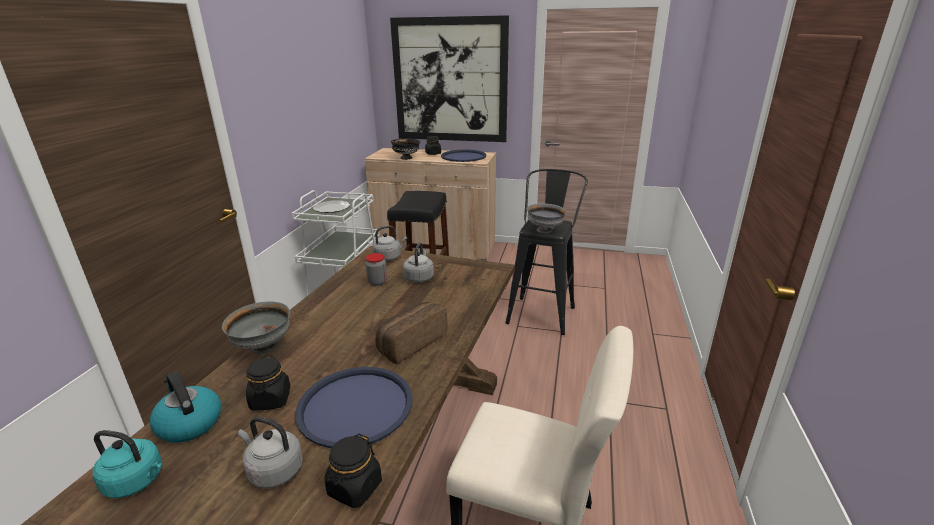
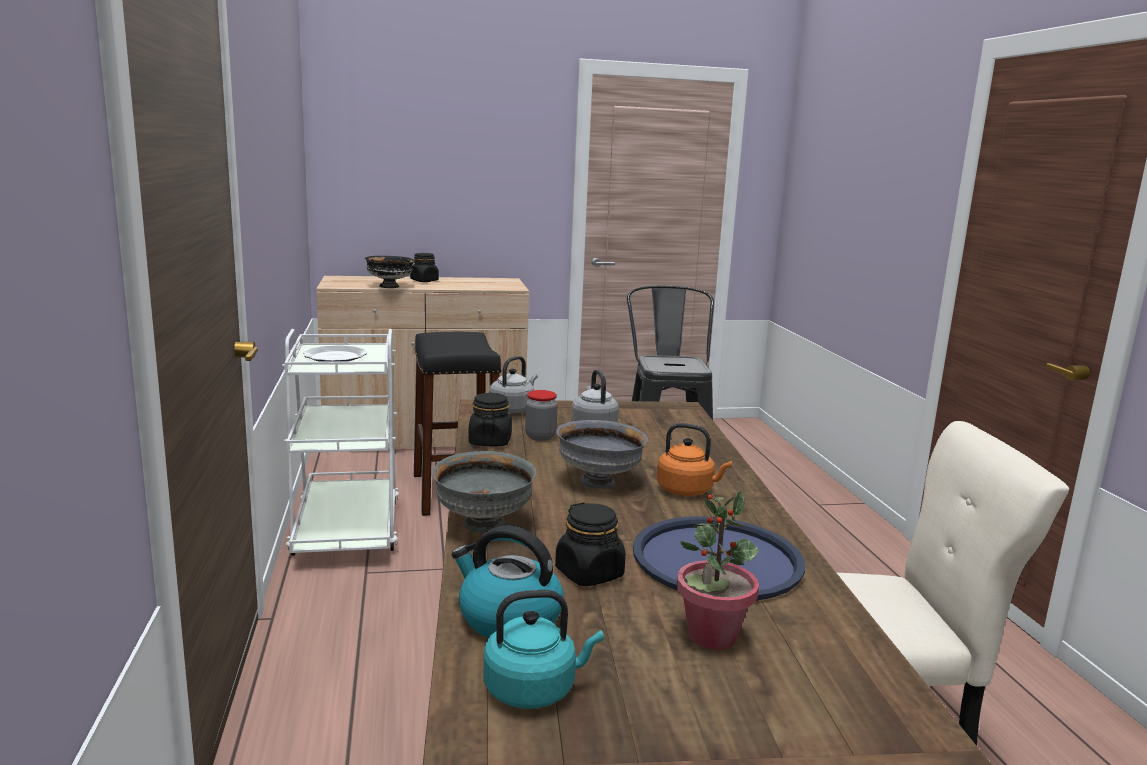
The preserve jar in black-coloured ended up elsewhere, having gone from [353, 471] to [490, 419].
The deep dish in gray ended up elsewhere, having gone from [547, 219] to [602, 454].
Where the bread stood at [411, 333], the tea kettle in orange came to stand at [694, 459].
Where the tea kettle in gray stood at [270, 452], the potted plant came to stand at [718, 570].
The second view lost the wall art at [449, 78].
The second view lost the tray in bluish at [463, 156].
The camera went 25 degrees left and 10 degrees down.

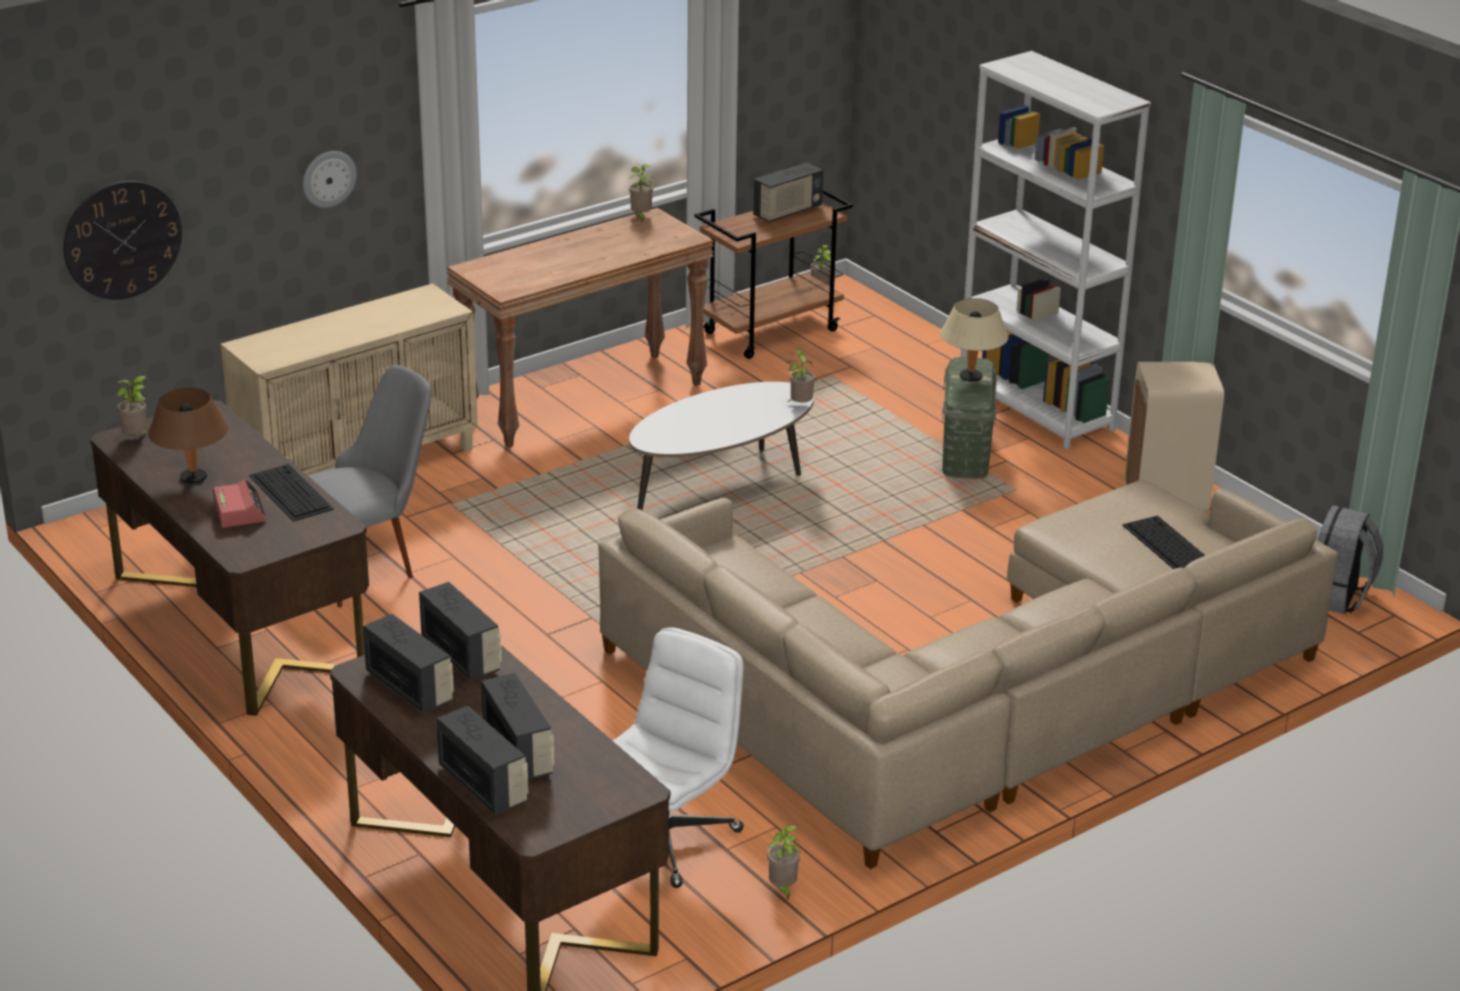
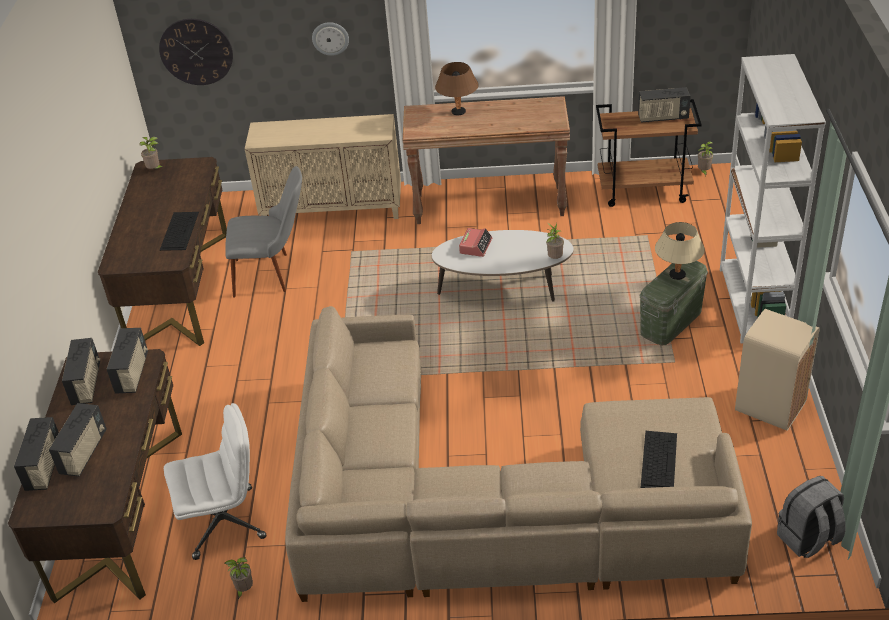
The lamp for a table in brown-coloured ended up elsewhere, having gone from [188, 435] to [457, 88].
The table clock ended up elsewhere, having gone from [240, 503] to [475, 242].
The second view lost the potted plant at [641, 192].
The camera went 40 degrees right and 10 degrees up.

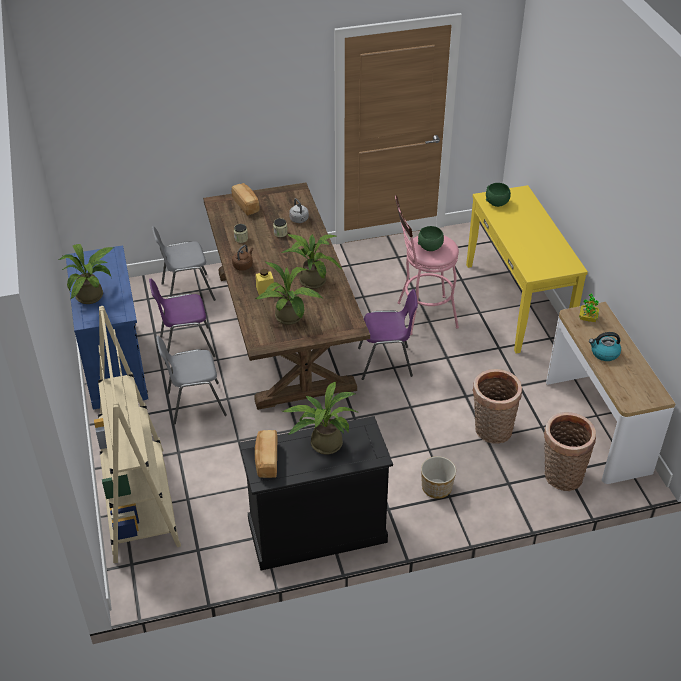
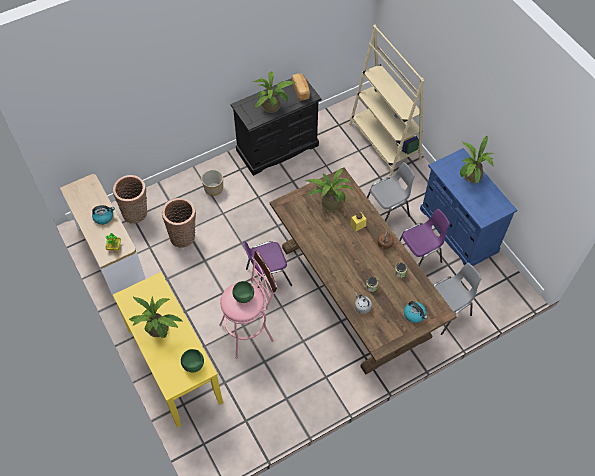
The potted plant ended up elsewhere, having gone from [312, 261] to [156, 317].
Where the bread stood at [246, 199], the tea kettle came to stand at [415, 312].
The camera went 165 degrees right and 15 degrees up.

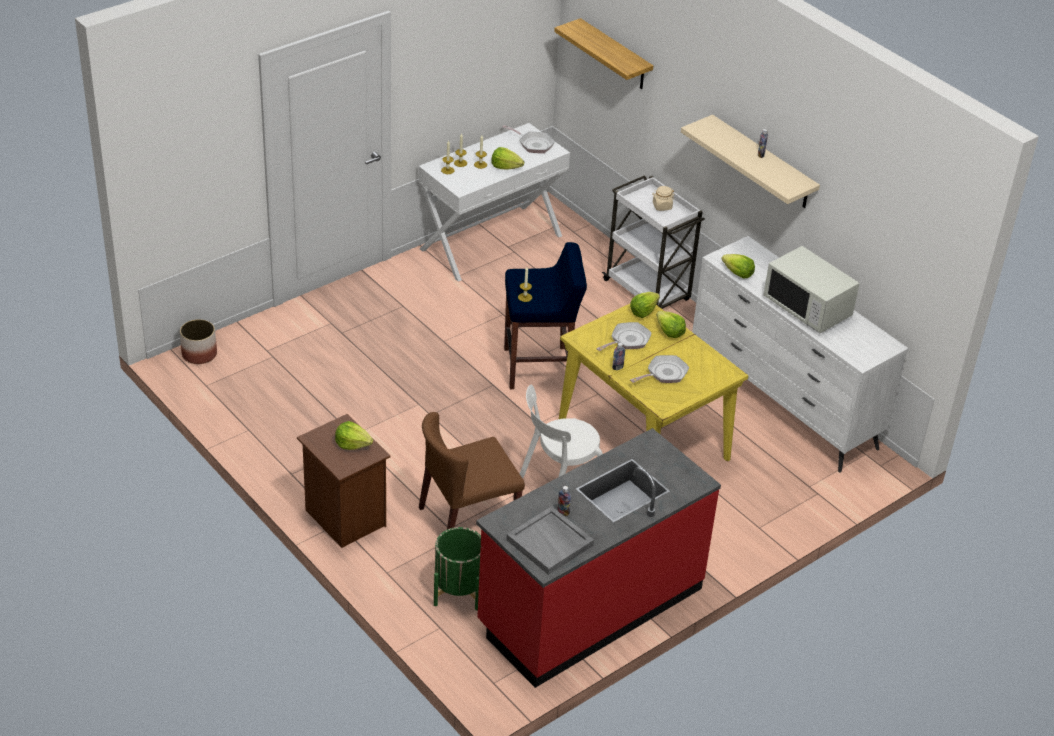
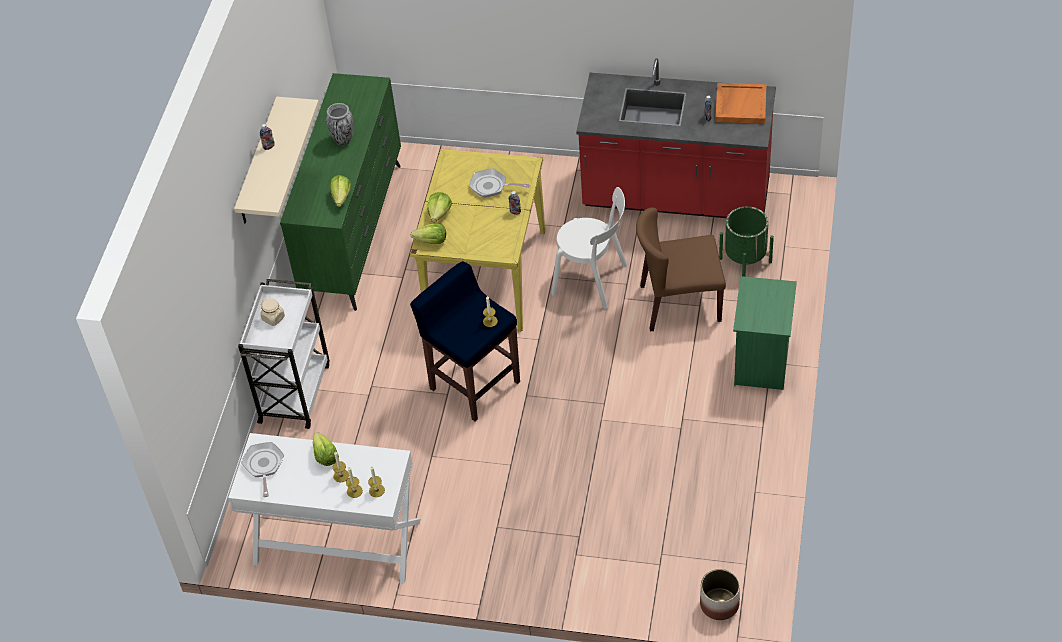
What was the dresser in white at [800, 354] turned into the dresser in green-coloured at [340, 192].
Where the microwave oven in white stood at [811, 289], the flower vase came to stand at [339, 124].
The chair in brown-coloured at [472, 470] ended up facing another way, 150 degrees clockwise from before.
What was the tray in gray at [550, 540] turned into the tray in orange at [740, 103].
What was the night table in brown-coloured at [344, 481] turned into the night table in green-coloured at [765, 333].
The second view lost the lettuce at [354, 435].
The second view lost the bracket shelf at [603, 53].
The second view lost the frying pan at [624, 336].
The camera went 125 degrees left and 10 degrees up.

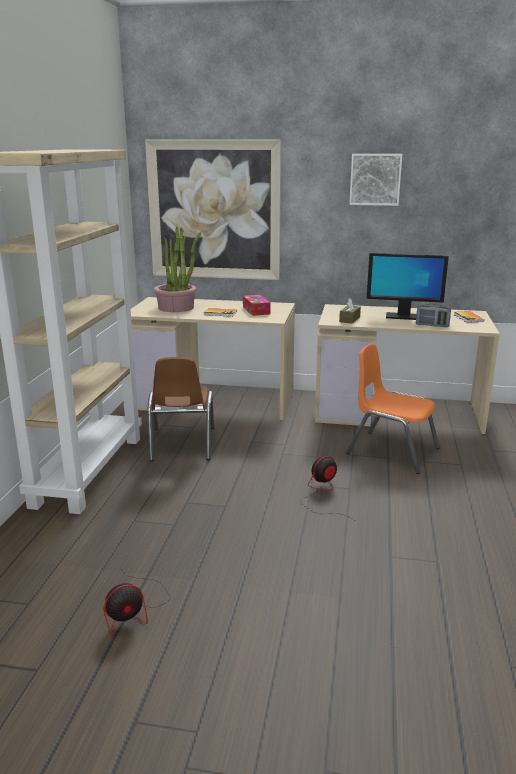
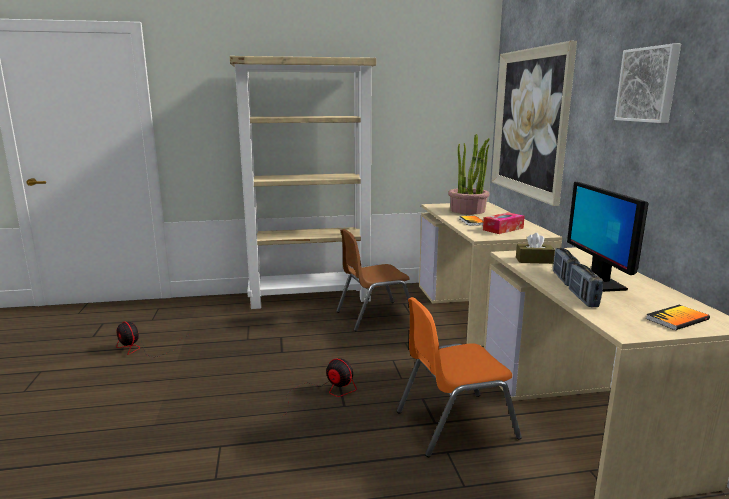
The chair in orange at [393, 409] ended up facing another way, 120 degrees counterclockwise from before.
The second view gained the radio set at [566, 267].
The camera went 70 degrees right and 5 degrees down.

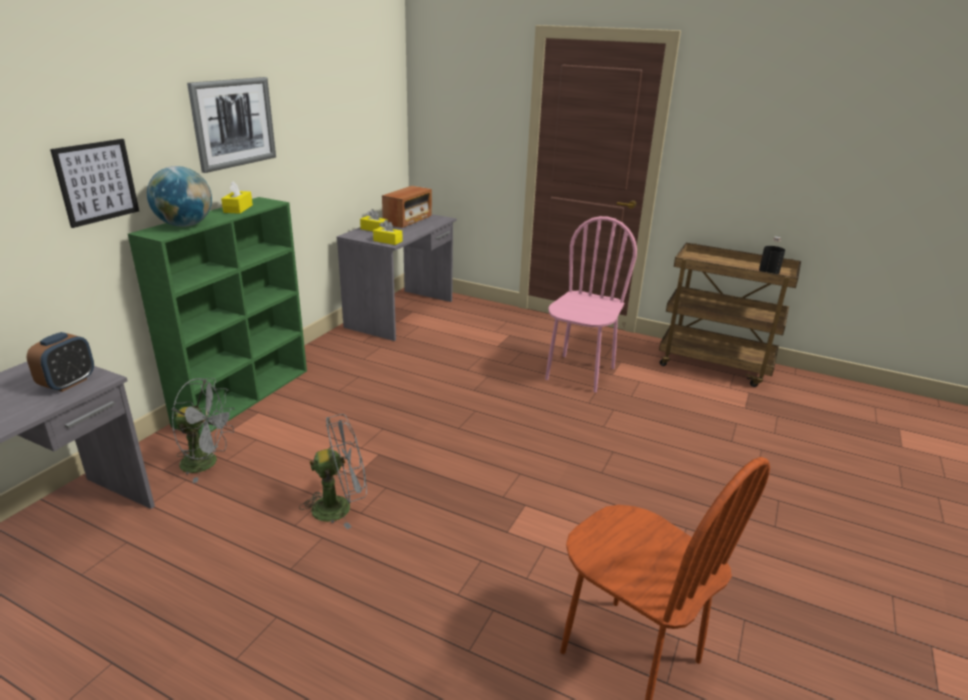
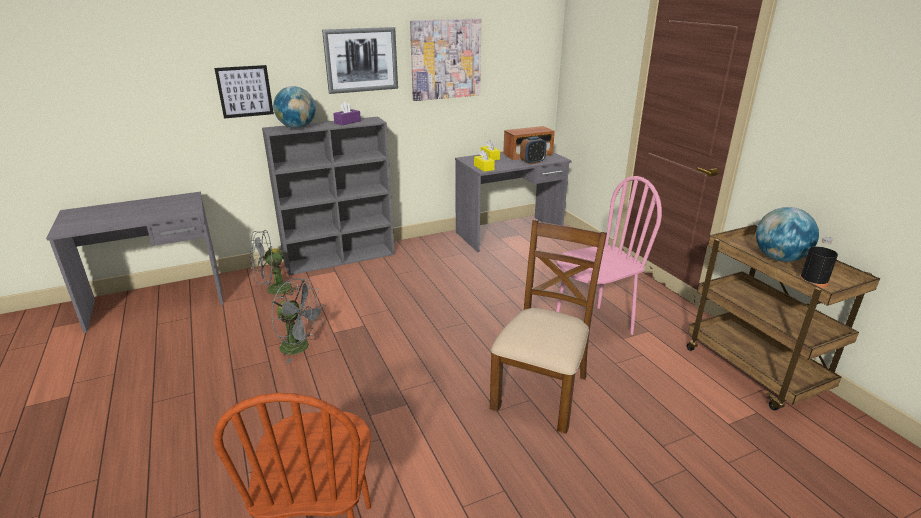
The cooling fan in gray at [203, 430] ended up facing another way, 105 degrees clockwise from before.
What was the bookcase in green-coloured at [217, 317] turned into the bookcase in gray at [328, 196].
What was the tissue holder in yellowish at [237, 197] turned into the tissue holder in purple-coloured at [347, 113].
The second view gained the wall art at [446, 59].
The second view gained the chair in brown-coloured at [548, 327].
The table clock ended up elsewhere, having gone from [60, 362] to [533, 150].
The second view gained the world globe at [787, 234].
The camera went 40 degrees right and 0 degrees up.

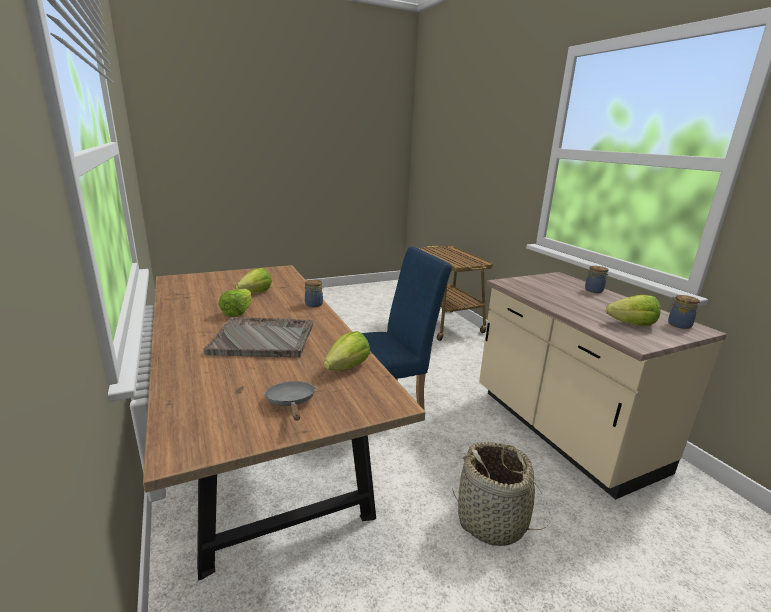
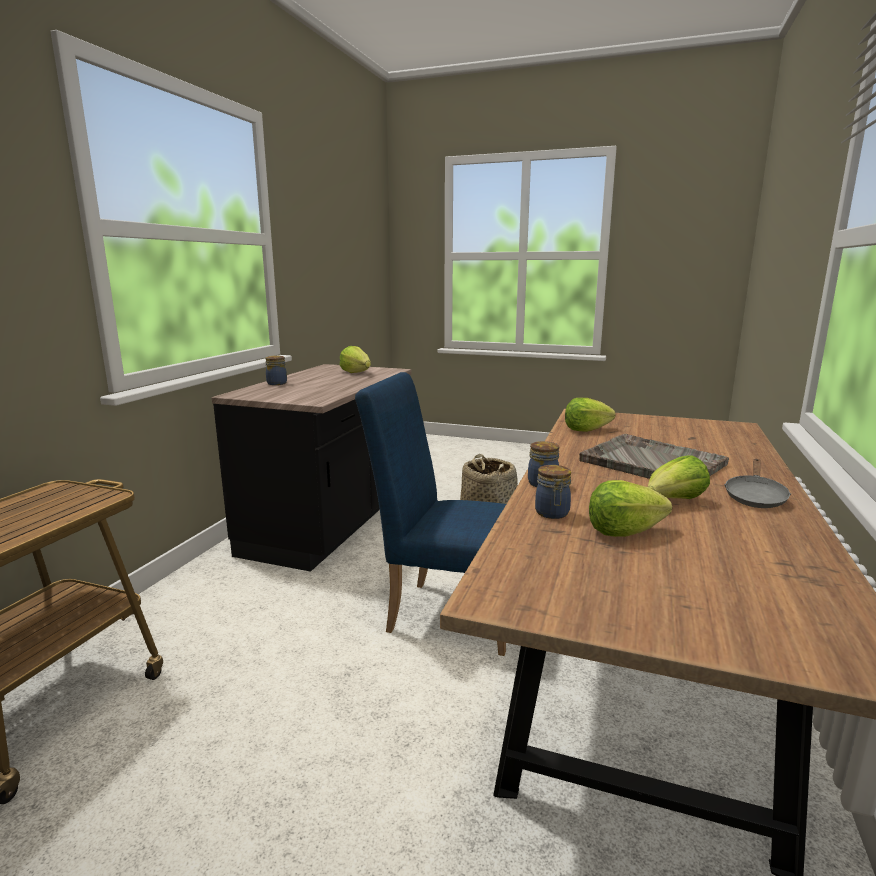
What was the kitchen counter in sand-coloured at [603, 386] turned into the kitchen counter in black-coloured at [311, 468].
The preserve jar ended up elsewhere, having gone from [683, 312] to [553, 492].
The frying pan in gray ended up elsewhere, having gone from [290, 401] to [757, 483].
The camera went 135 degrees left and 5 degrees down.

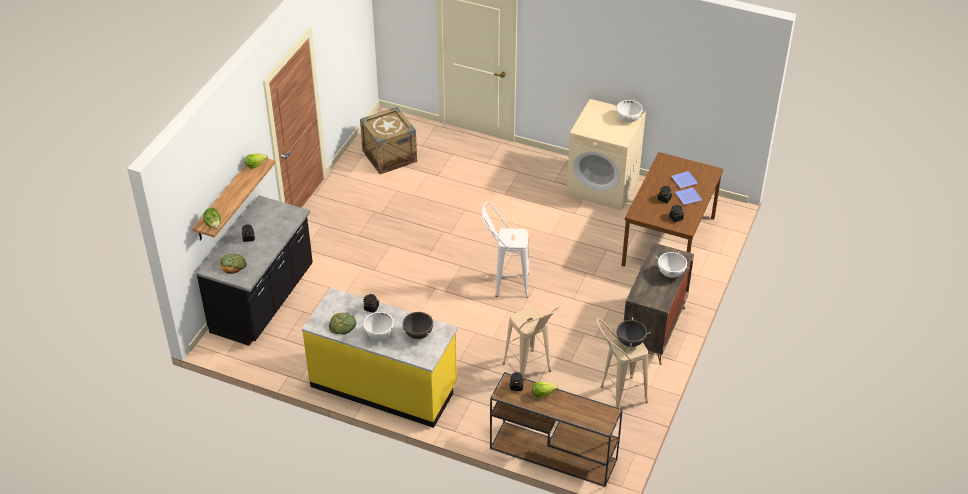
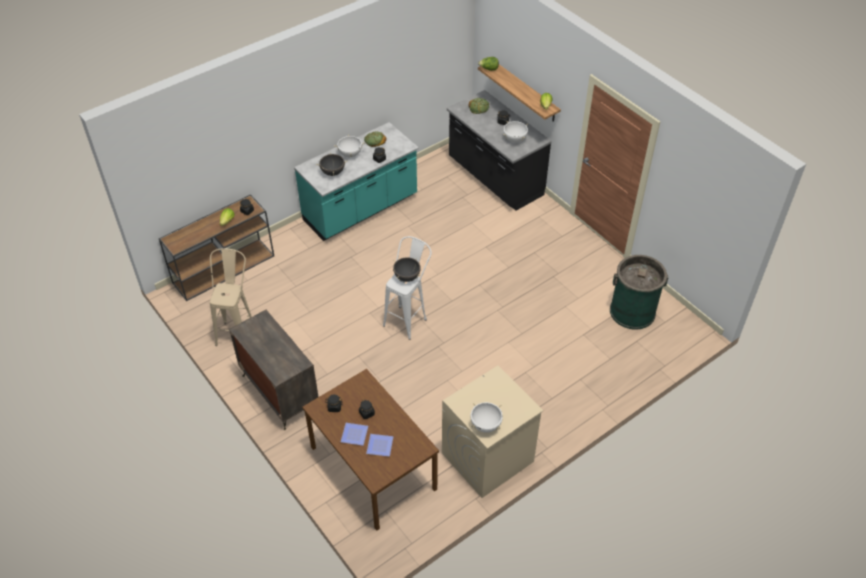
What was the kitchen counter in yellowish at [380, 358] turned into the kitchen counter in blue-green at [356, 181].
The stockpot in black-coloured ended up elsewhere, having gone from [632, 332] to [407, 269].
The stockpot in white ended up elsewhere, having gone from [673, 264] to [515, 131].
Where the crate stood at [388, 140], the rubbish bin in green-coloured came to stand at [639, 292].
The second view lost the stool in sand-coloured at [532, 342].
The camera went 120 degrees right and 5 degrees up.

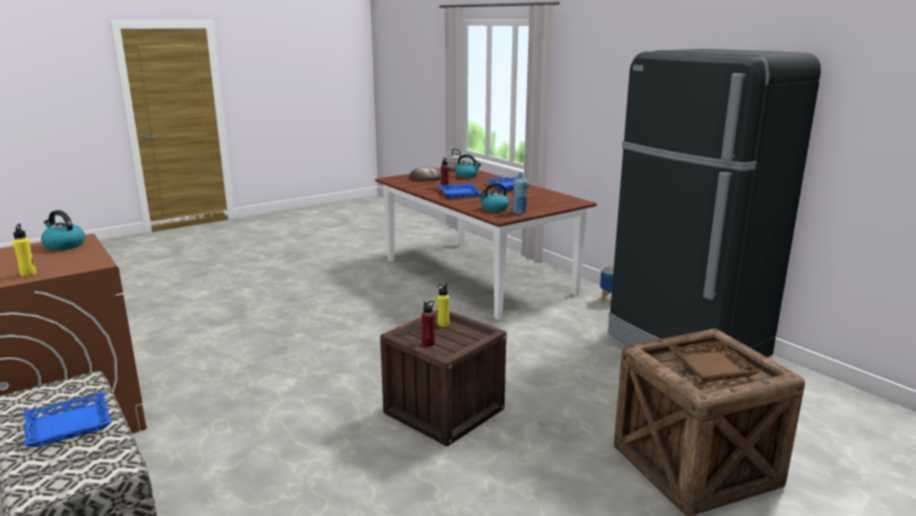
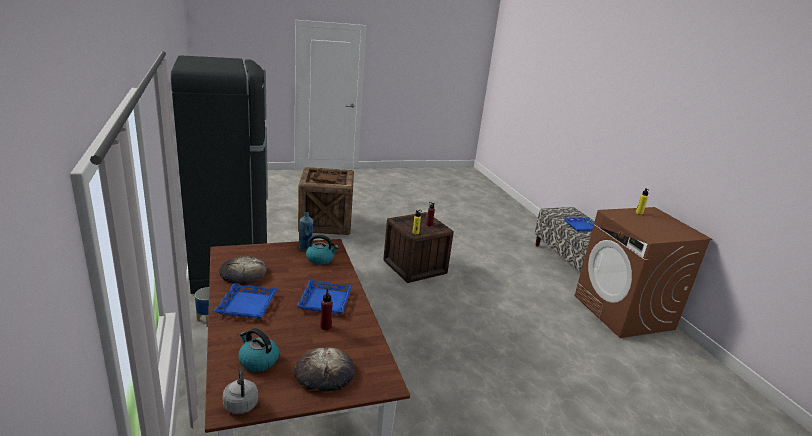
The second view gained the bread at [243, 270].
The second view lost the tea kettle at [63, 230].
The camera went 165 degrees left and 5 degrees up.

